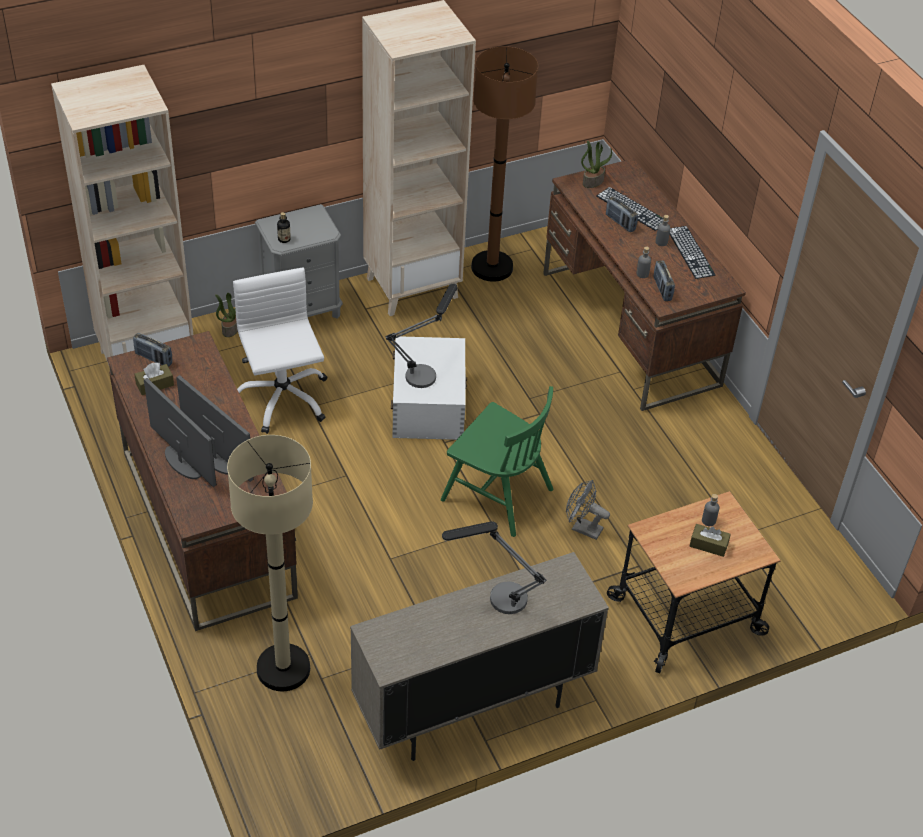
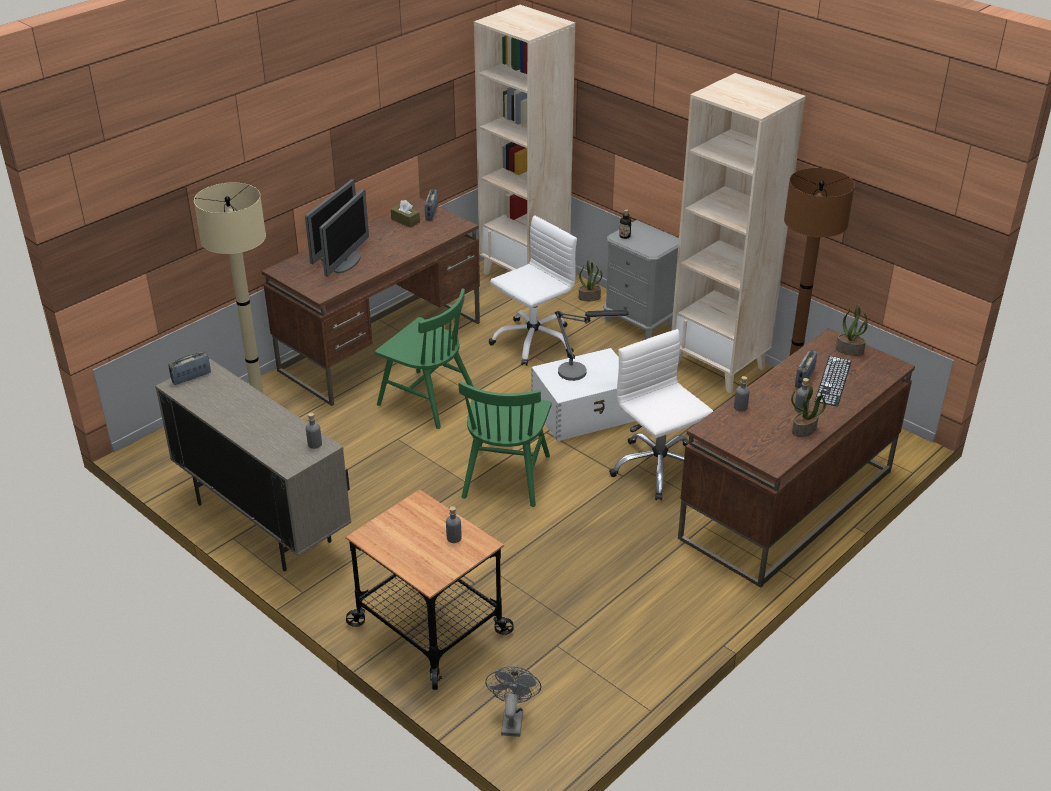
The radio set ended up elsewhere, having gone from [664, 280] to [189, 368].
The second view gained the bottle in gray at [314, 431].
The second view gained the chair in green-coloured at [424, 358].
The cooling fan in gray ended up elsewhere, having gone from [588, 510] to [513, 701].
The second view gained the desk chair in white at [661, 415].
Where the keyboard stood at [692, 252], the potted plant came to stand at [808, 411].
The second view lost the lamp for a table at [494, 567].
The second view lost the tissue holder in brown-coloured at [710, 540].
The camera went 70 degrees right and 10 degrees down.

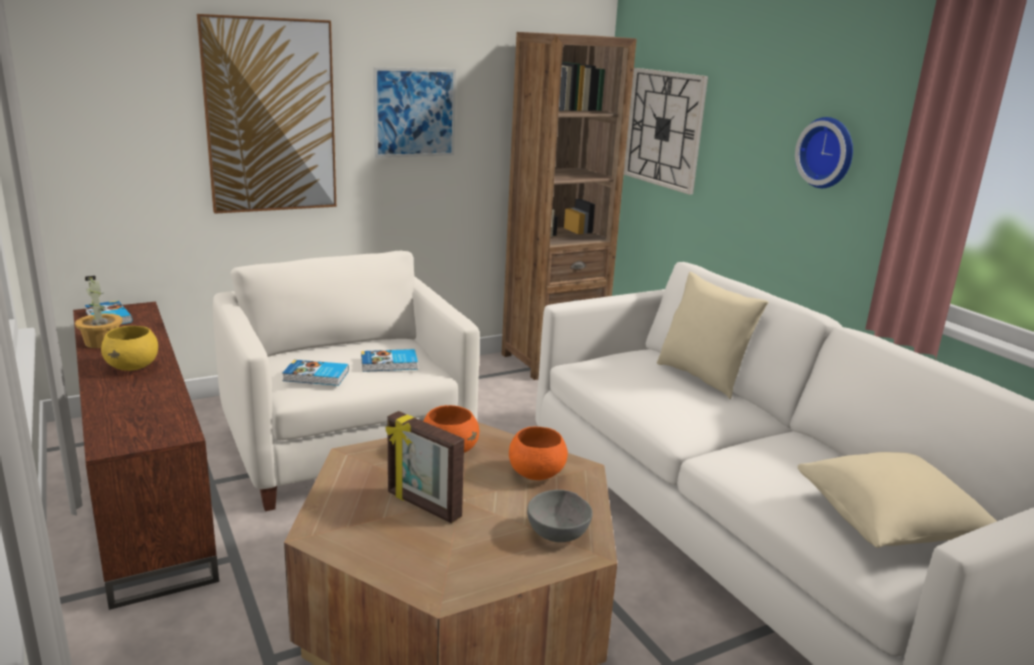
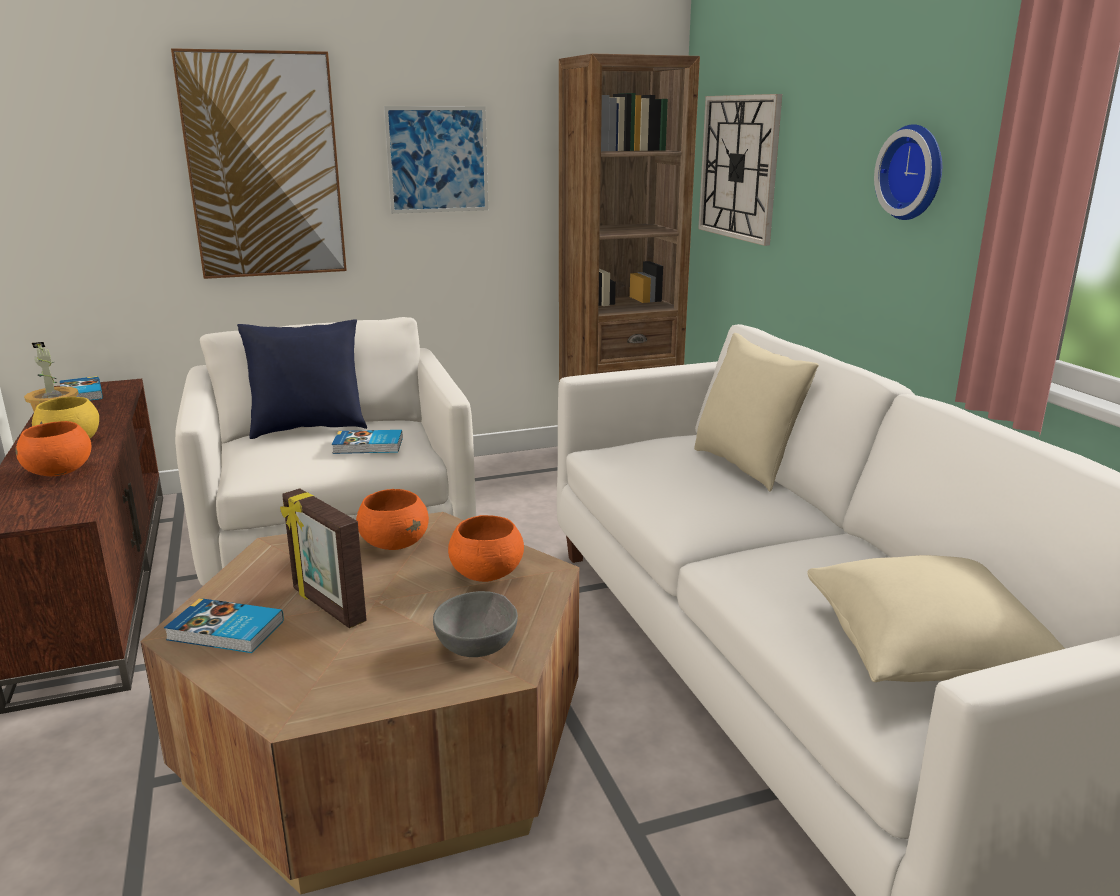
The second view gained the deep dish in orange at [53, 448].
The bound book ended up elsewhere, having gone from [315, 373] to [224, 625].
The second view gained the cushion in bluish at [302, 379].
The camera went 10 degrees right and 0 degrees up.

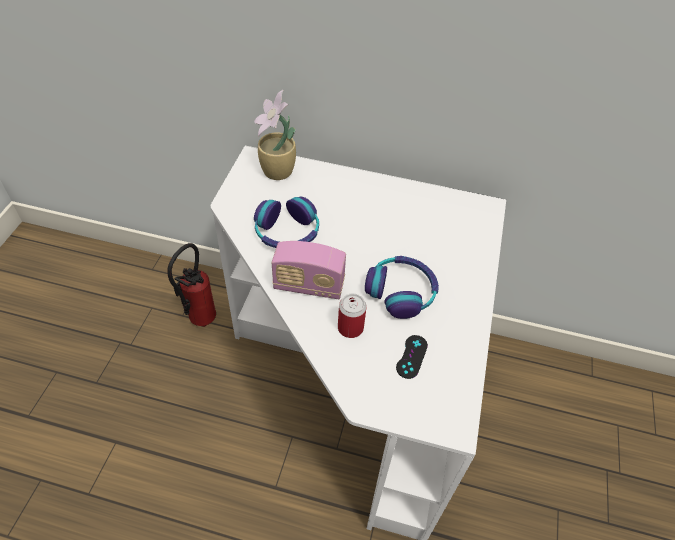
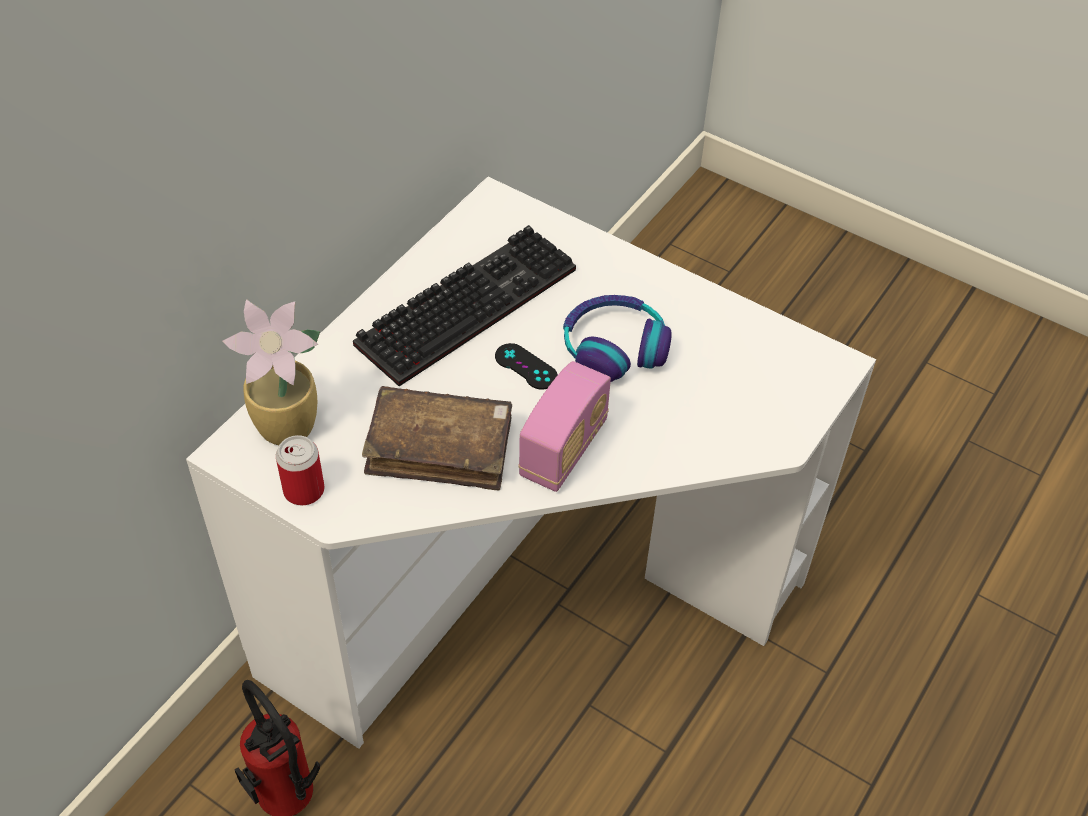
The metal can ended up elsewhere, having gone from [352, 316] to [300, 470].
The second view gained the keyboard at [464, 306].
Where the headset stood at [286, 222], the bound book in brown-coloured came to stand at [437, 438].
The gamepad in black-coloured ended up elsewhere, having gone from [412, 357] to [526, 366].
The camera went 70 degrees left and 0 degrees up.

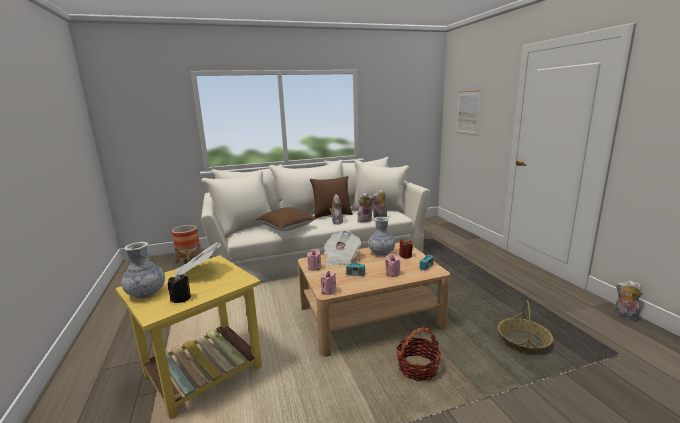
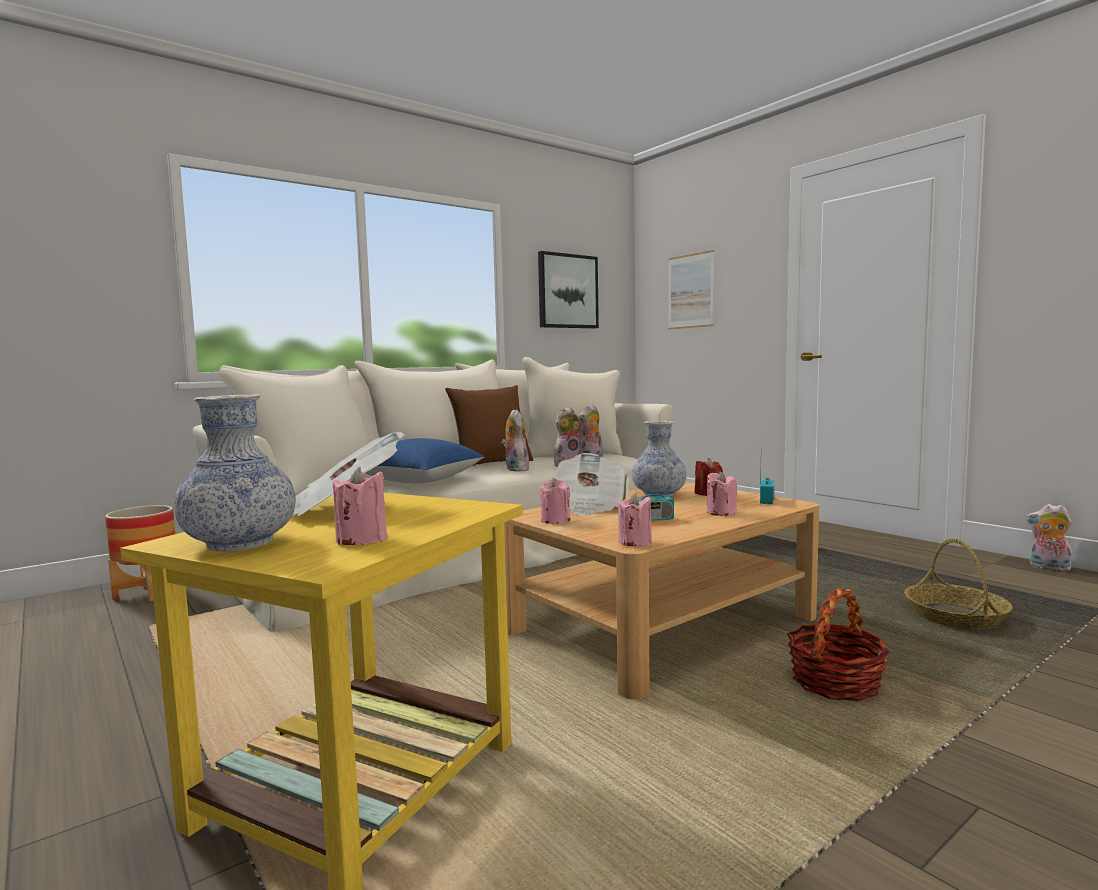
What was the candle in black-coloured at [179, 288] turned into the candle in pinkish at [360, 506].
What was the cushion in brown-coloured at [286, 219] turned into the cushion in bluish at [425, 460].
The second view gained the wall art at [568, 289].
The camera went 20 degrees left and 10 degrees down.

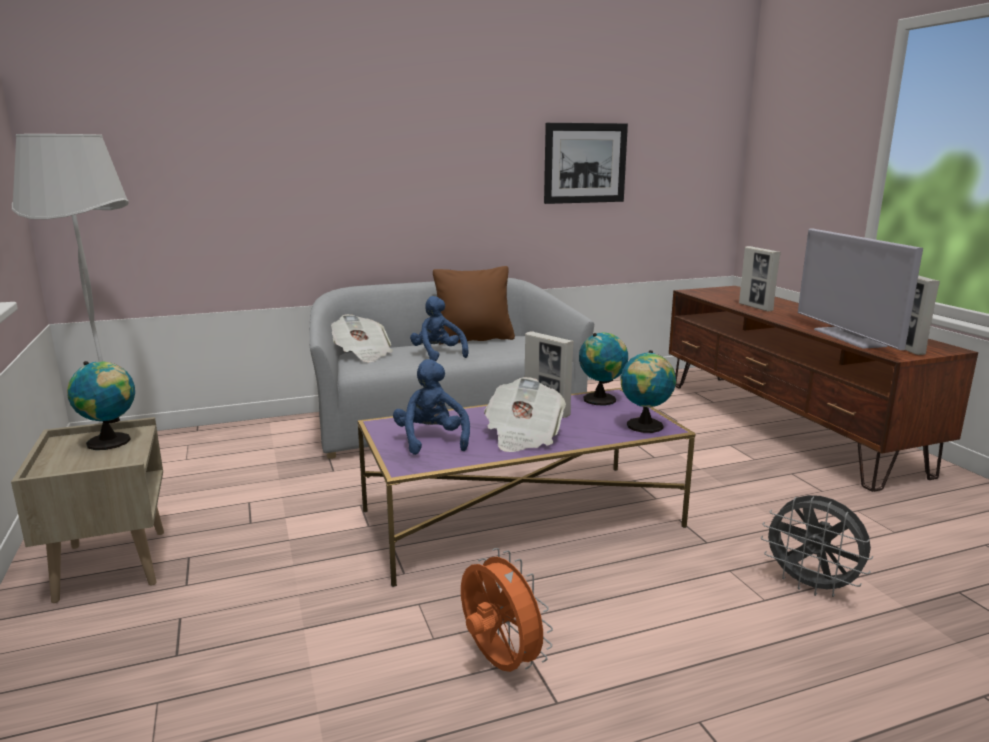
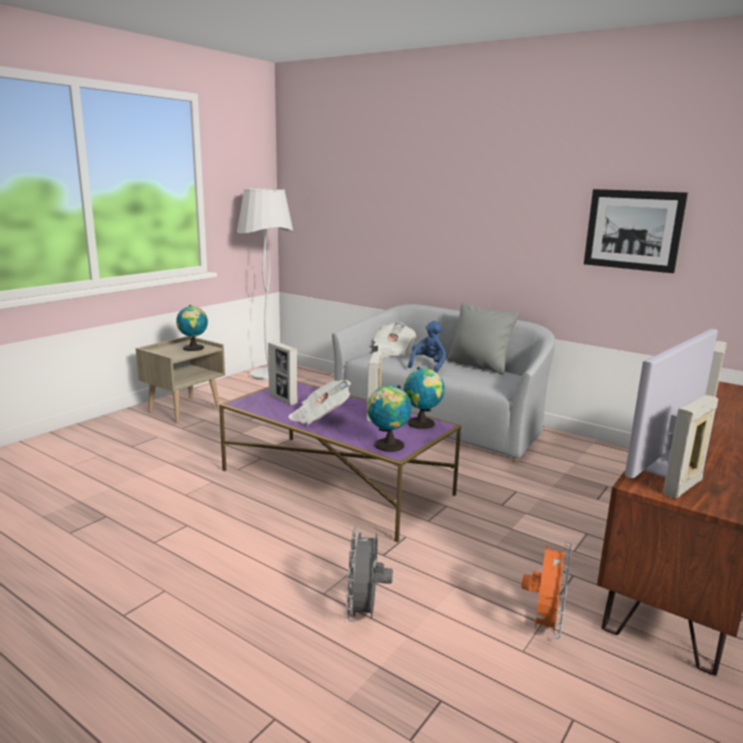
Where the plush toy in bluish stood at [431, 407], the picture frame came to stand at [283, 373].
What was the cushion in brown-coloured at [474, 305] turned into the cushion in gray at [482, 339].
The cooling fan in orange ended up elsewhere, having gone from [507, 610] to [547, 590].
The camera went 55 degrees right and 0 degrees up.

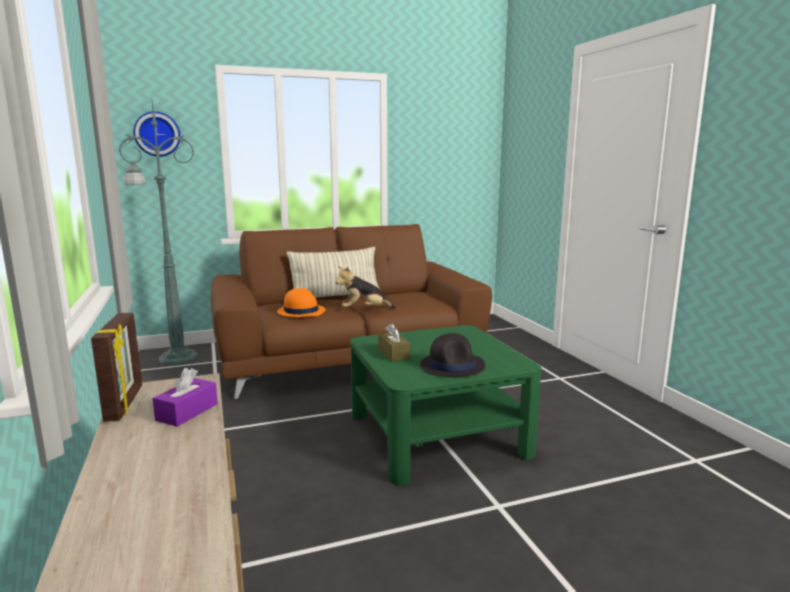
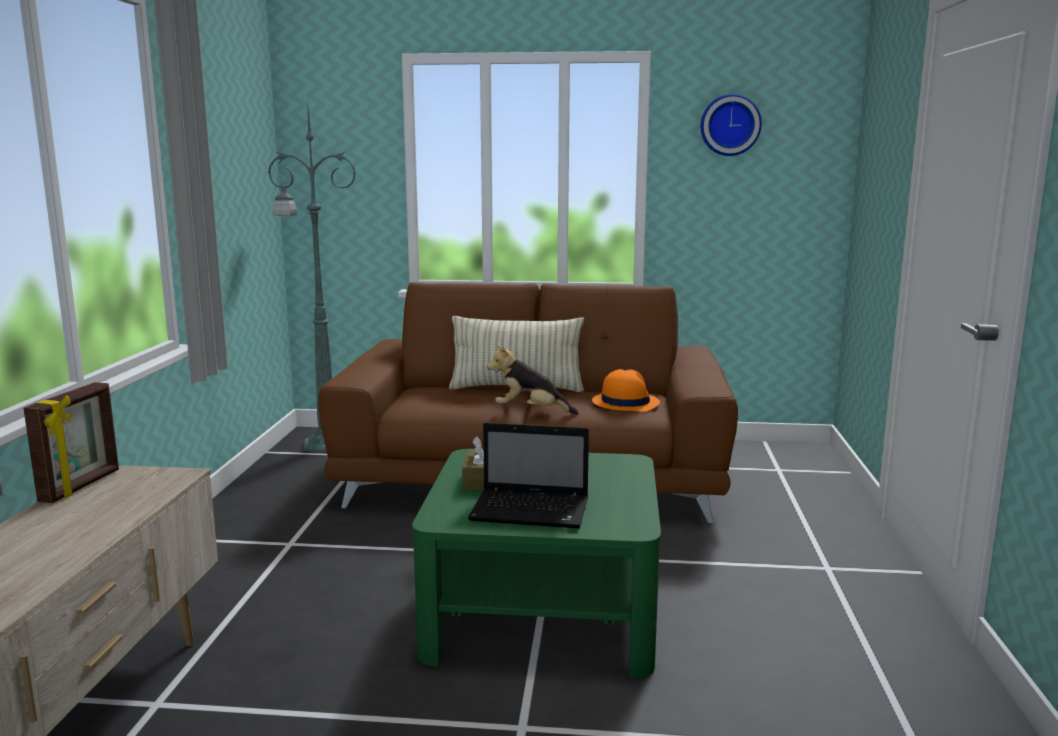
Where the wearable hat in black-coloured stood at [452, 355], the portable computer came to stand at [528, 475].
The wearable hat in orange ended up elsewhere, having gone from [301, 302] to [626, 390].
The wall clock ended up elsewhere, having gone from [157, 134] to [731, 125].
The second view lost the tissue holder in purple-coloured at [185, 397].
The camera went 25 degrees right and 0 degrees up.

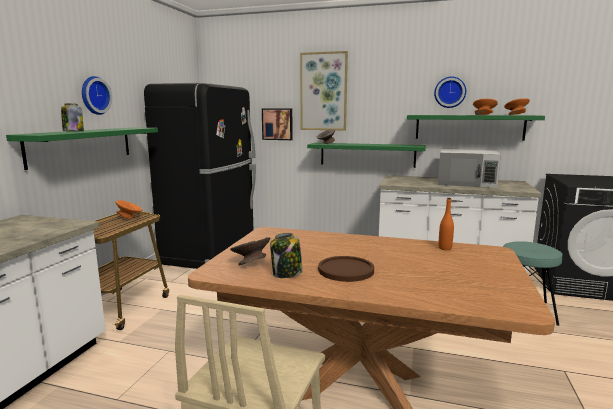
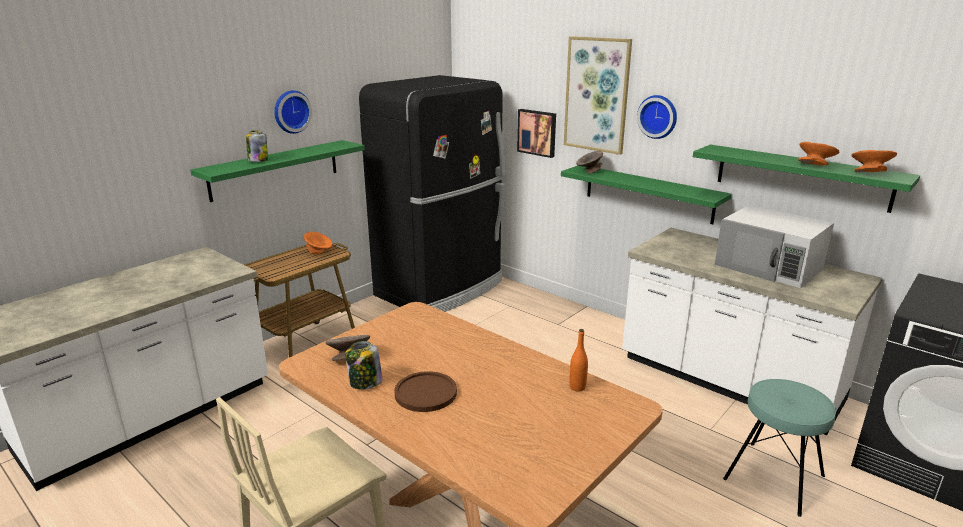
The wall clock ended up elsewhere, having gone from [450, 92] to [657, 117].
The camera went 25 degrees right and 10 degrees up.

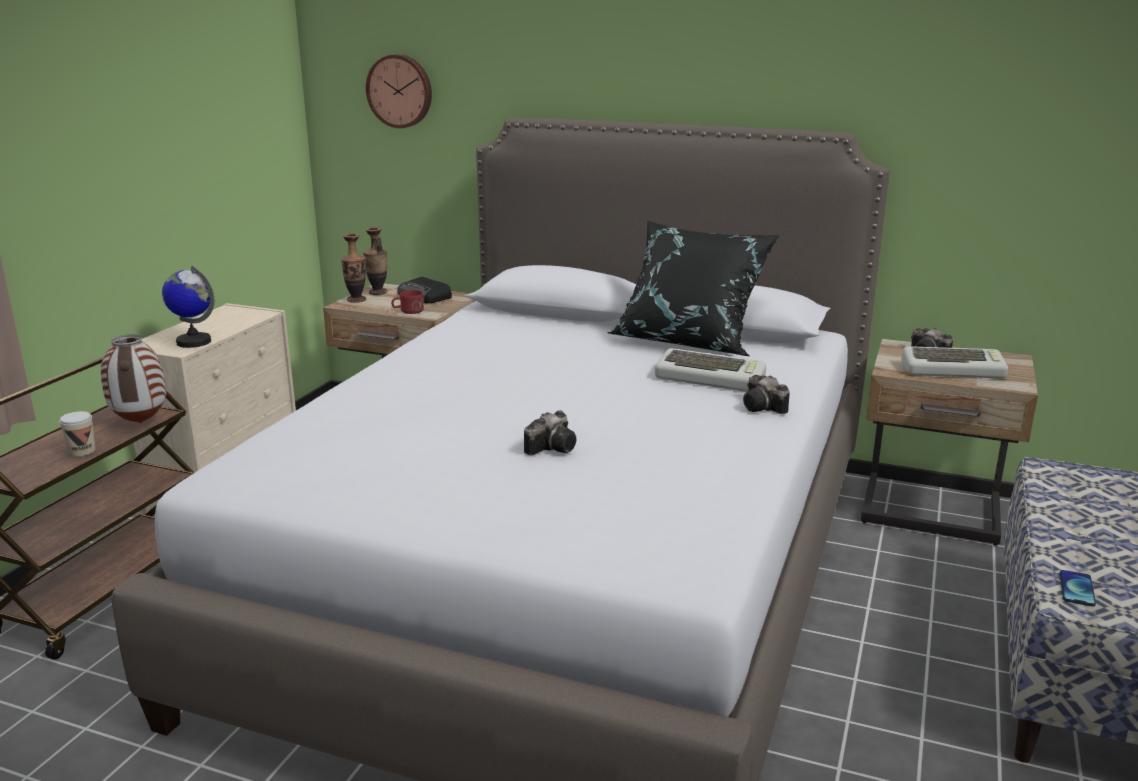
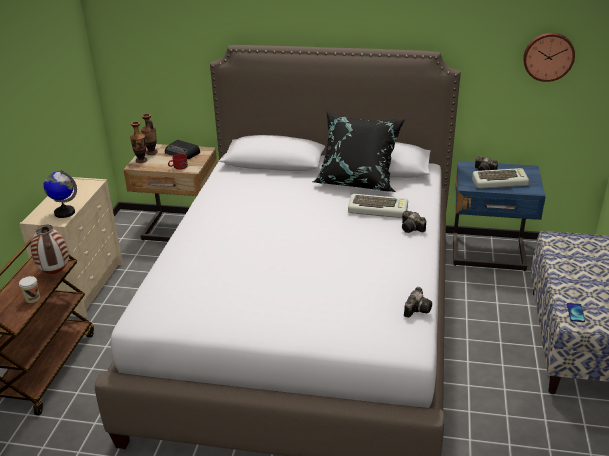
The photo camera ended up elsewhere, having gone from [550, 432] to [418, 302].
What was the night table in sand-coloured at [949, 442] turned into the night table in bluish at [499, 216].
The wall clock ended up elsewhere, having gone from [399, 91] to [549, 57].
The camera went 10 degrees left and 10 degrees up.

